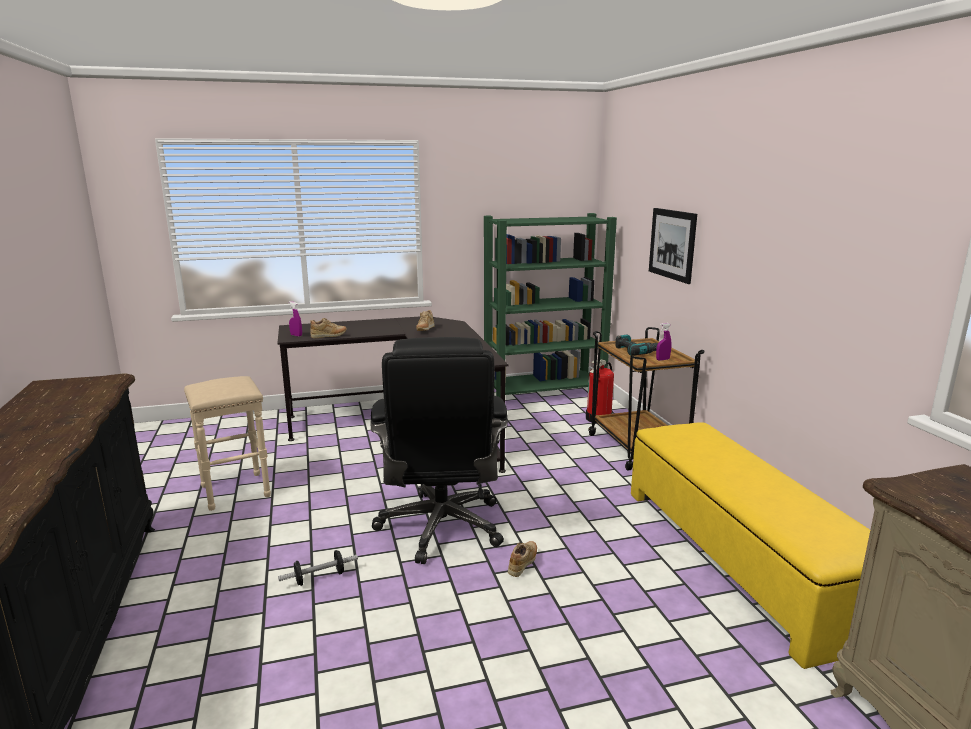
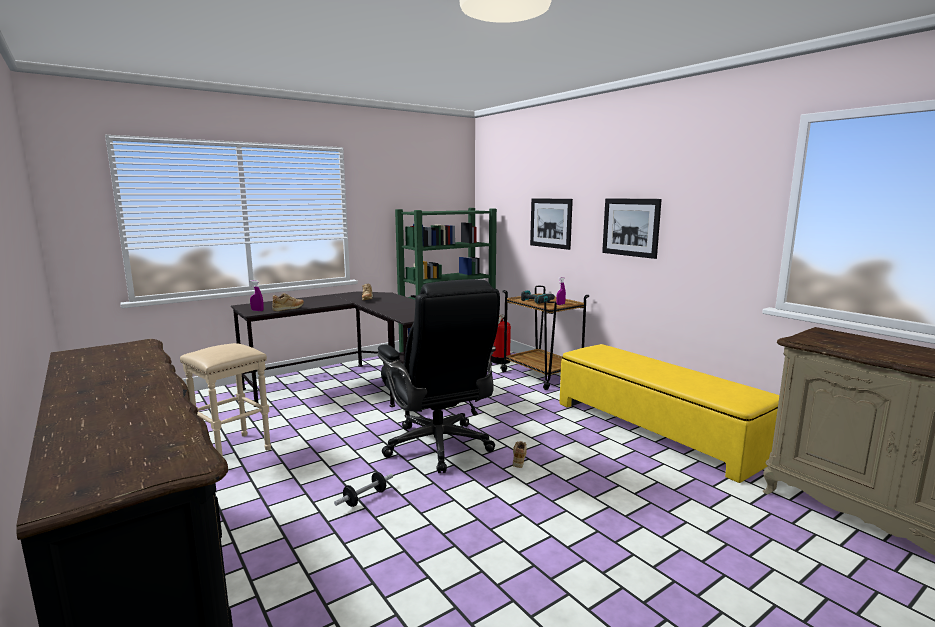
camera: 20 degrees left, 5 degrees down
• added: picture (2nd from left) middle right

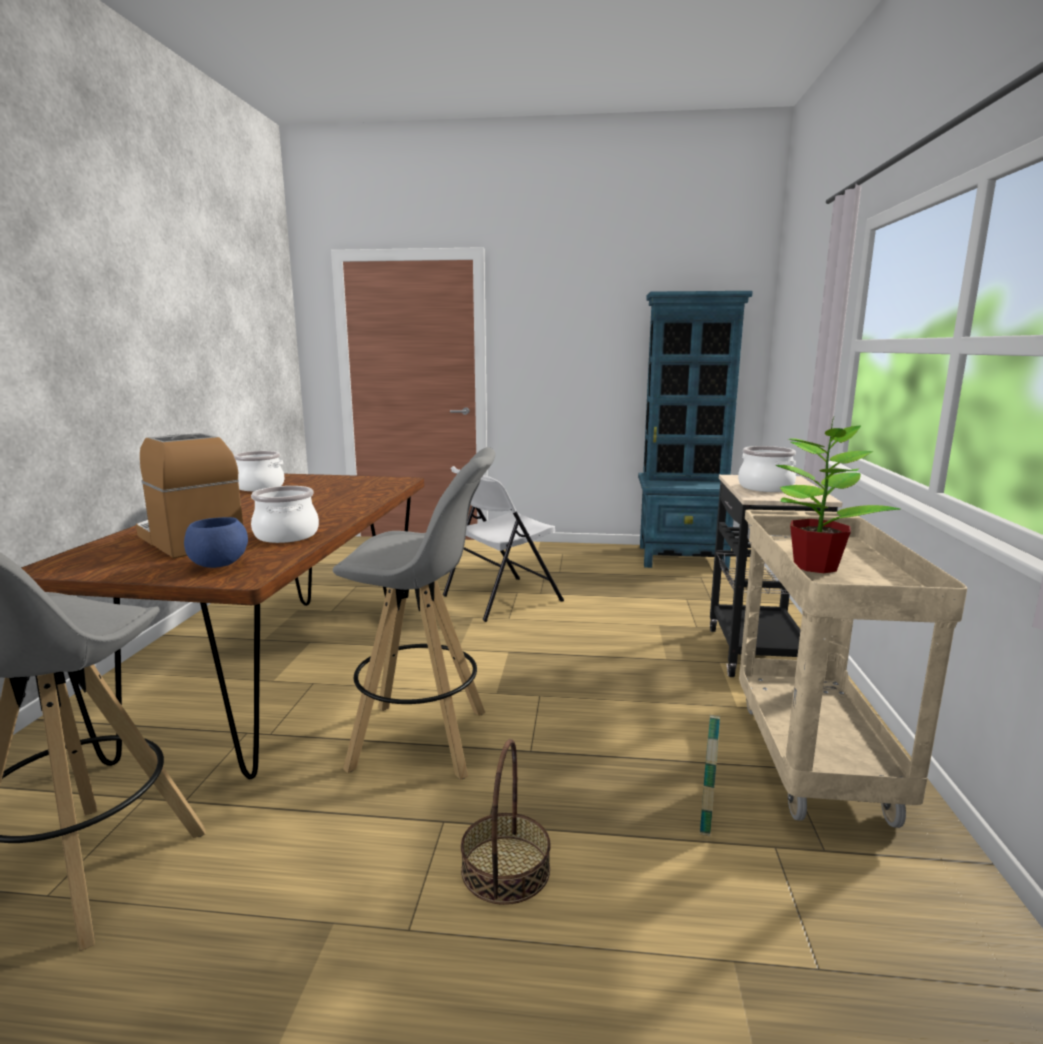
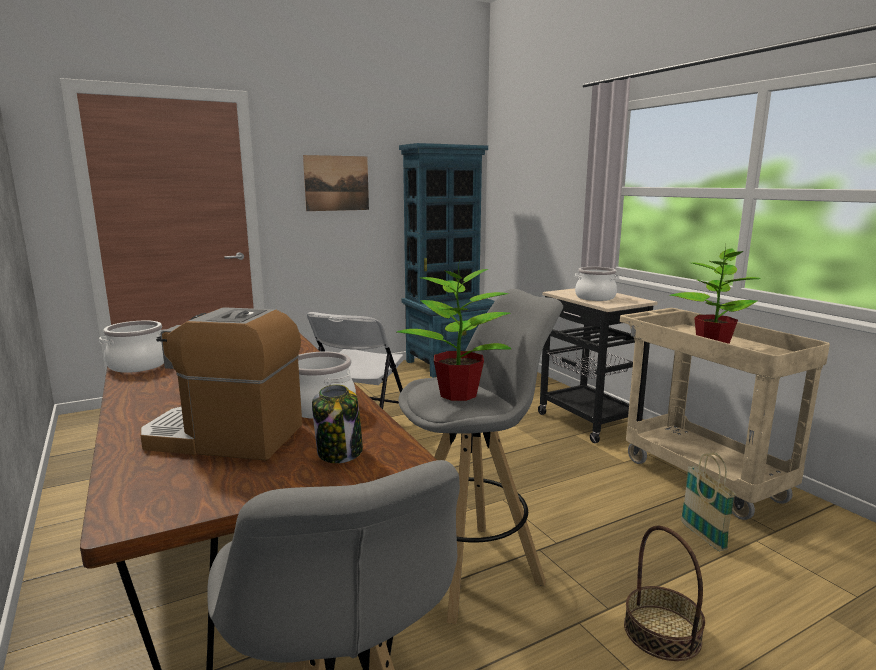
camera: 35 degrees left, 0 degrees up
• replaced: blue bowl middle left to jar centre
• added: picture top centre
• added: potted plant (1st from left) centre

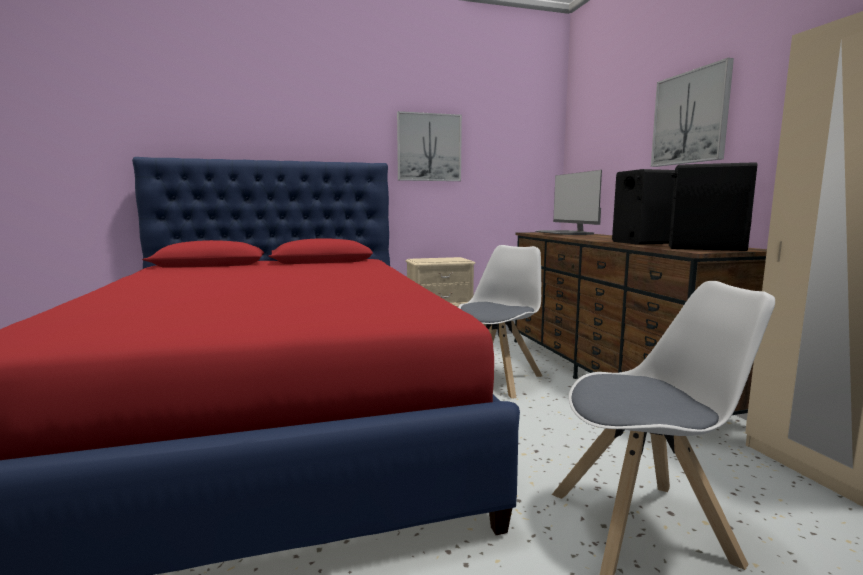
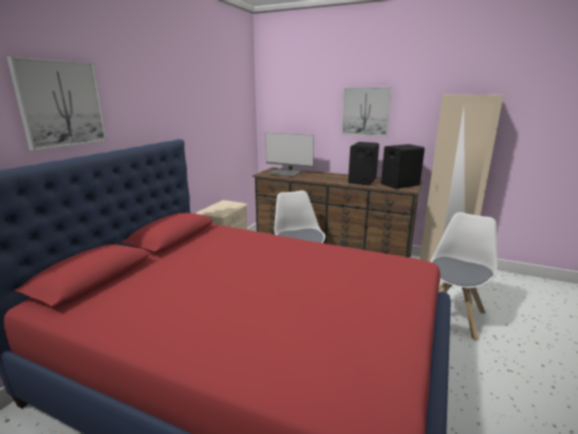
camera: 50 degrees left, 10 degrees up
• moved: picture (1st from left) top centre to top left

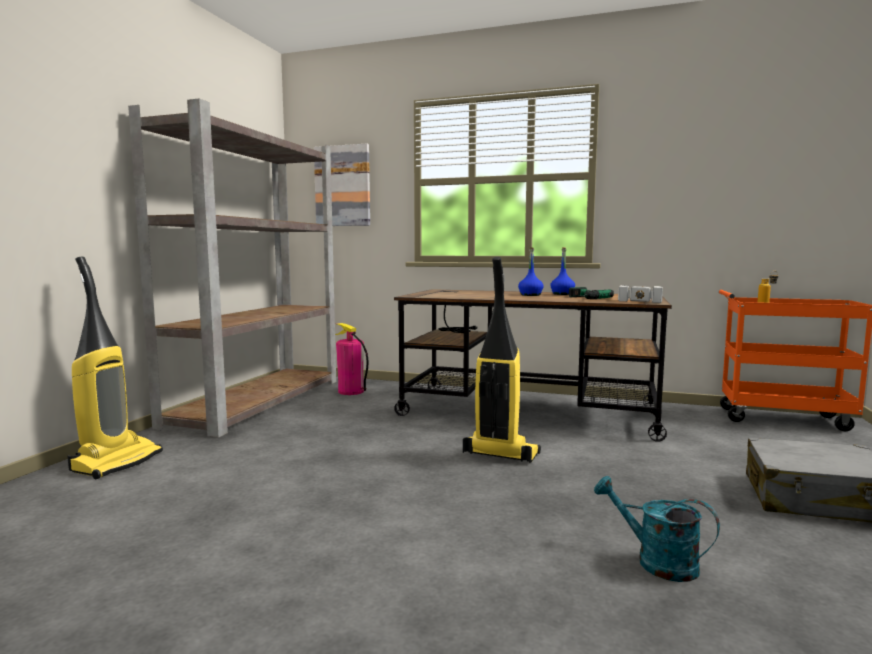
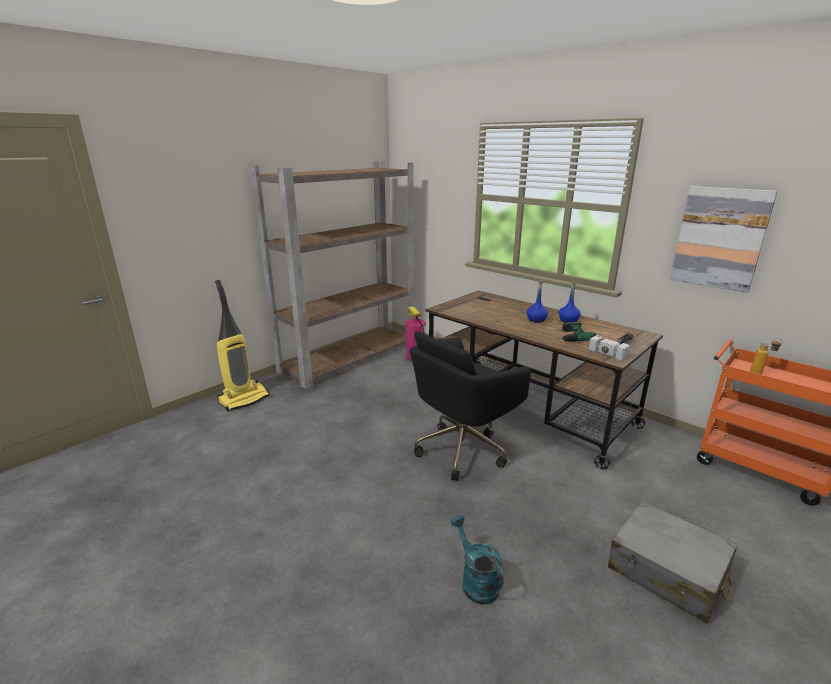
camera: 25 degrees right, 15 degrees up
• moved: picture top centre to middle right
• replaced: vacuum cleaner (2nd from left) centre to black office chair centre

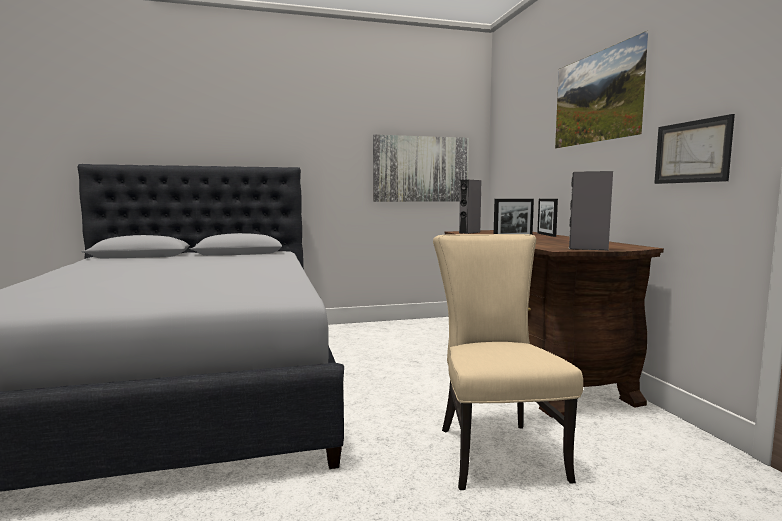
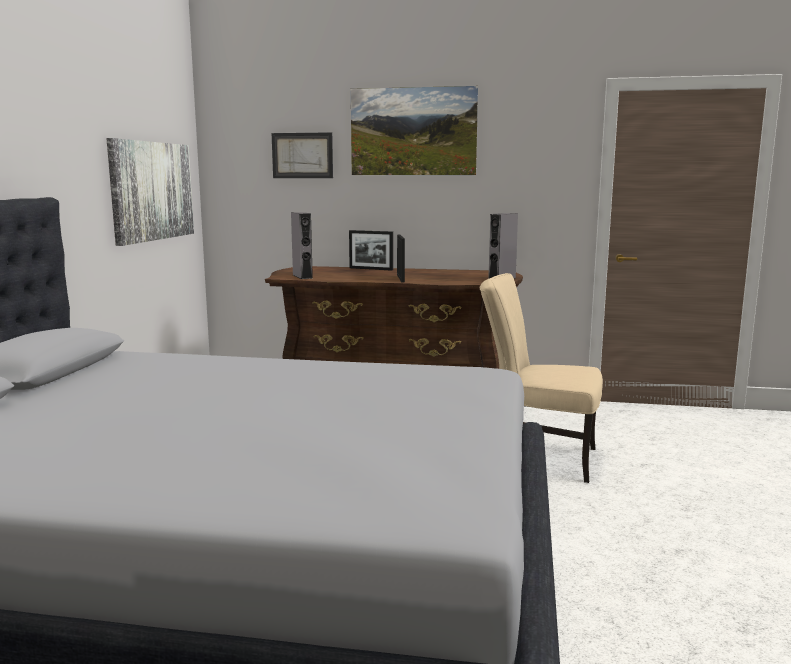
camera: 65 degrees left, 5 degrees up
• moved: picture (3rd from left in the first image) top right to picture (2nd from left) top centre

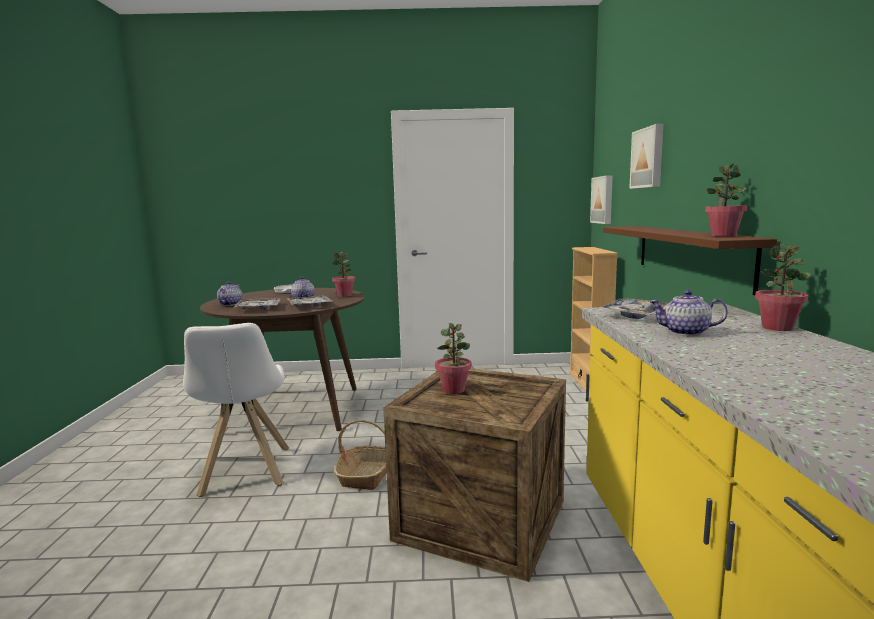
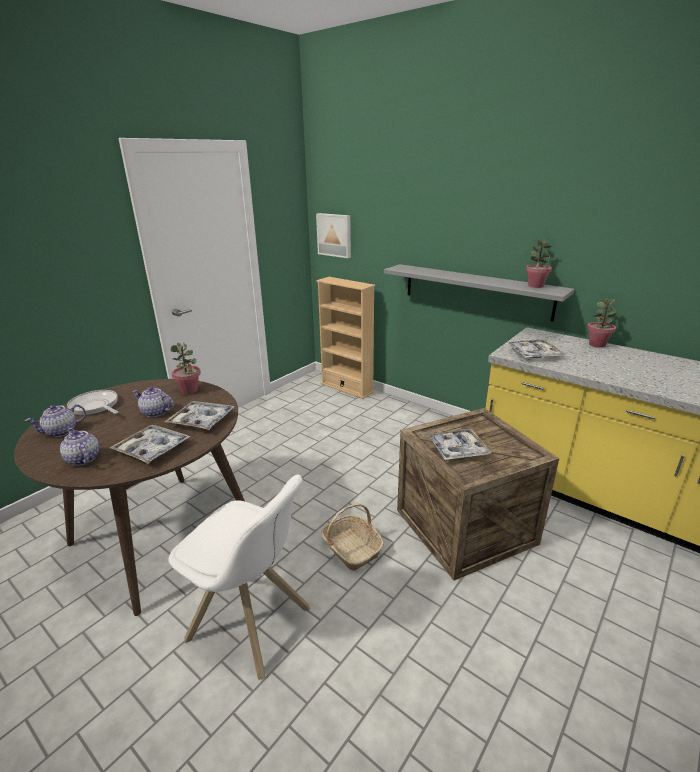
camera: 50 degrees left, 15 degrees up
• replaced: potted plant (2nd from left) centre to tray (3rd from left) centre
• recoloured: brown shelf middle right to grey shelf middle right
• removed: picture (2nd from left) top right
• moved: teapot (3rd from left in the first image) middle right to teapot (1st from left) middle left

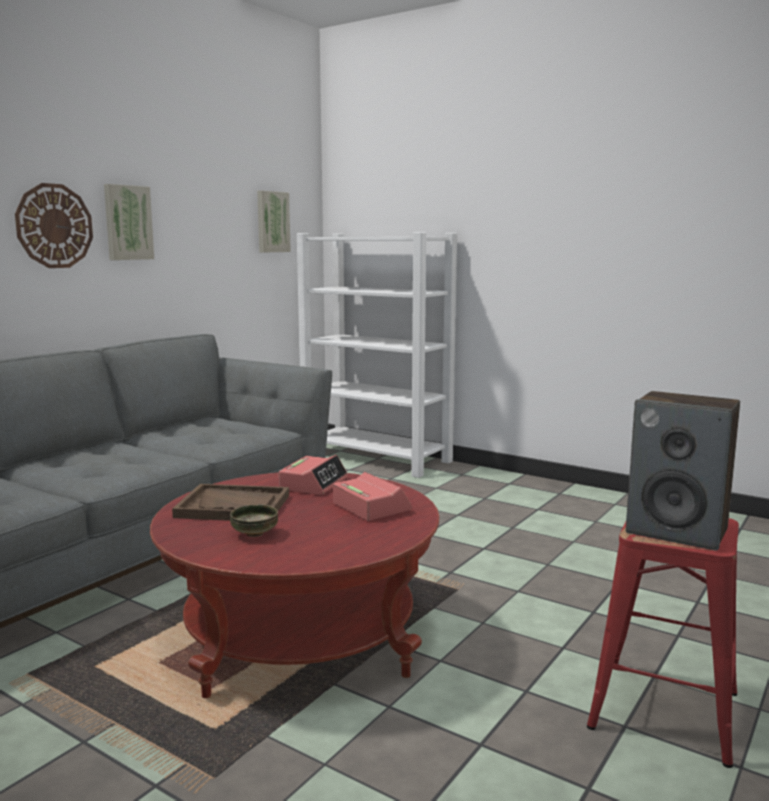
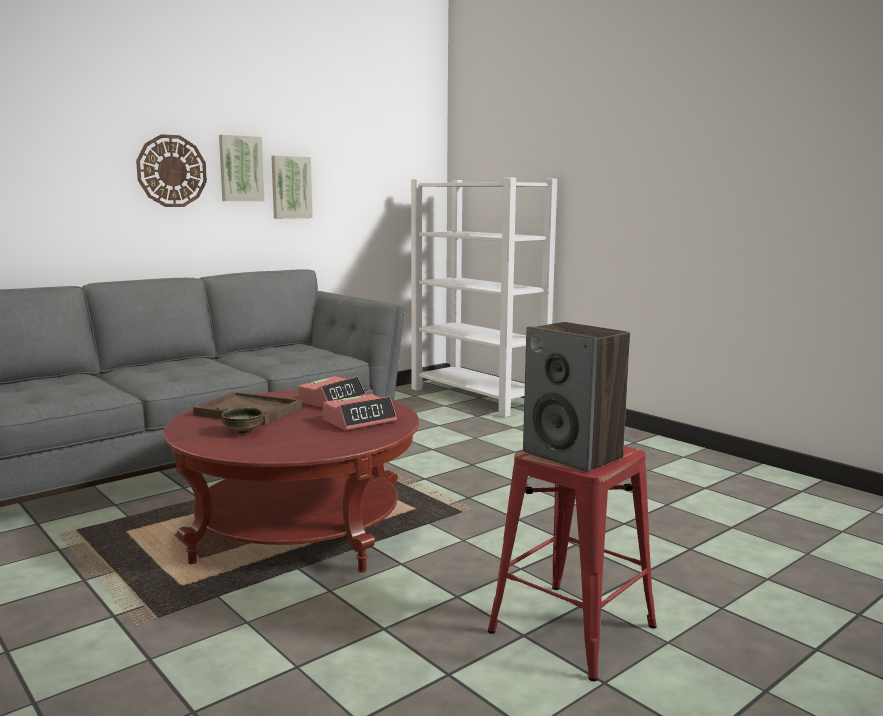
camera: 15 degrees right, 0 degrees up
• moved: picture (2nd from left) top centre to top left
• turned: alarm clock (2nd from left) centre = centre 75 degrees clockwise

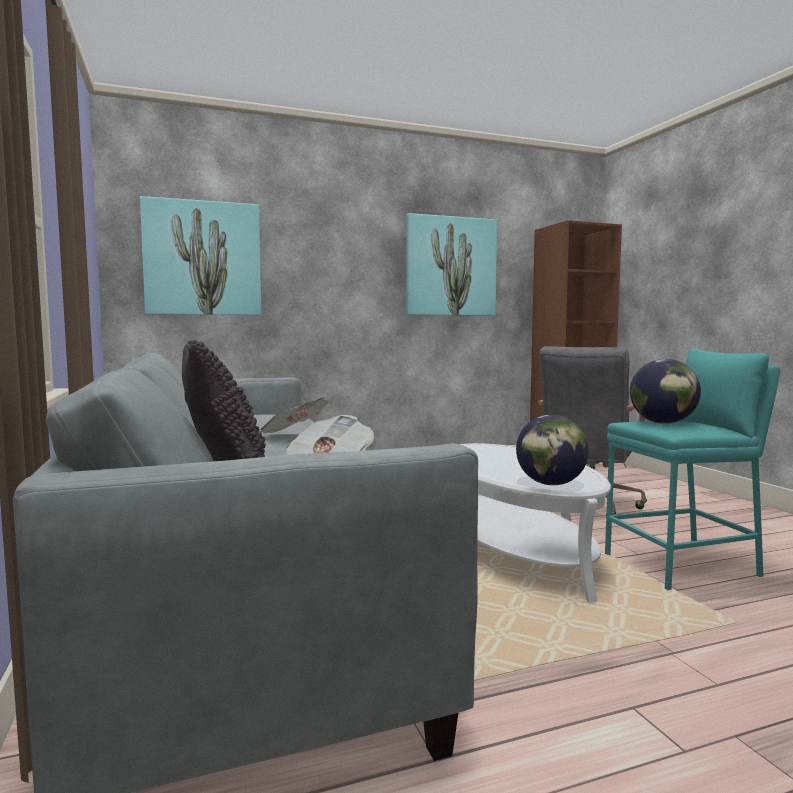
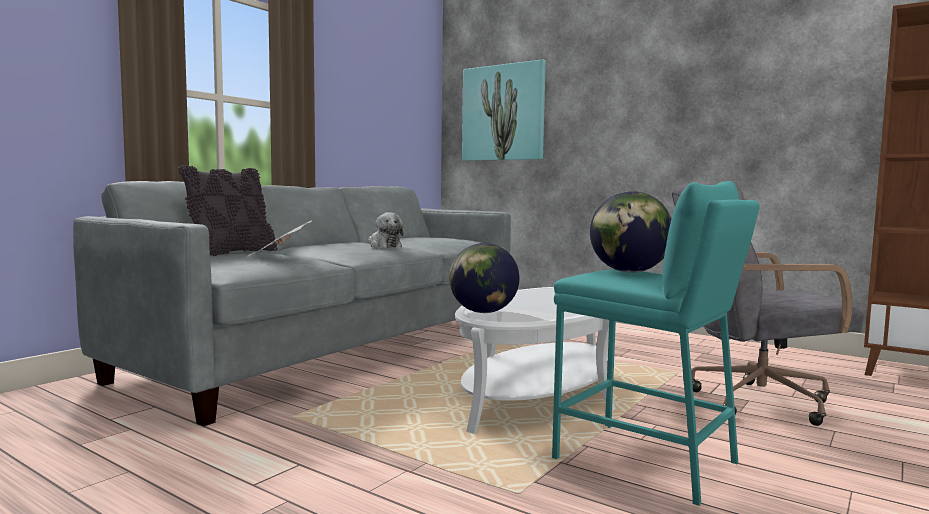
camera: 55 degrees right, 0 degrees up
• replaced: newspaper (1st from left) centre to plush toy centre
• removed: picture (2nd from left) top centre

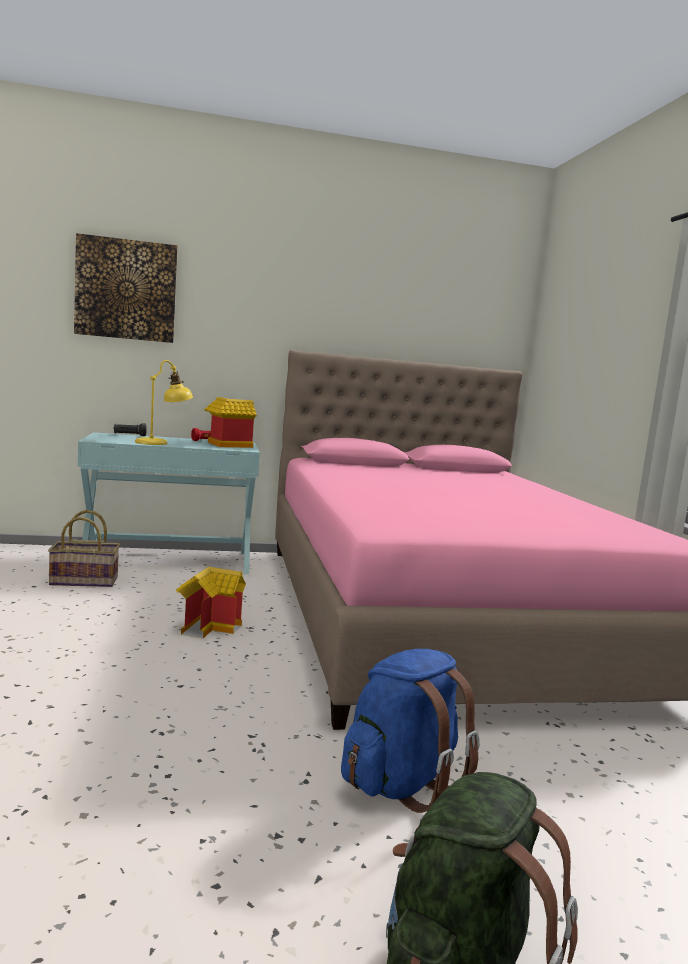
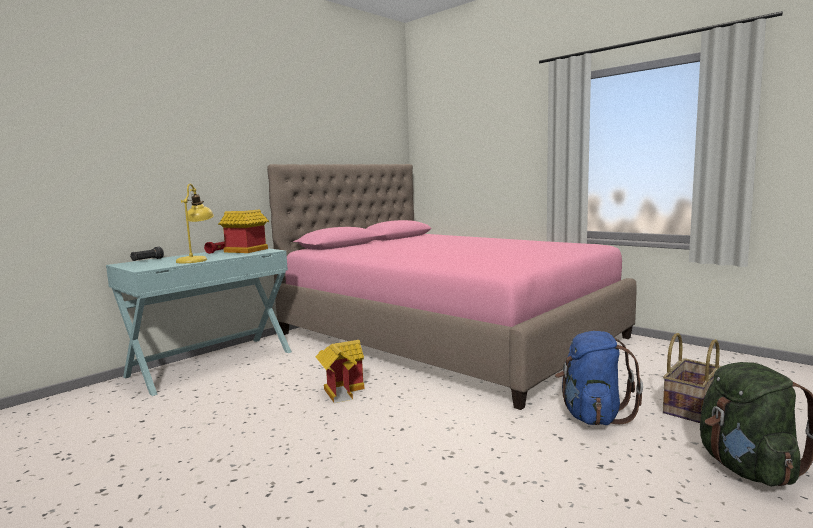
camera: 35 degrees left, 0 degrees up
• moved: basket middle left to bottom right
• removed: picture top left

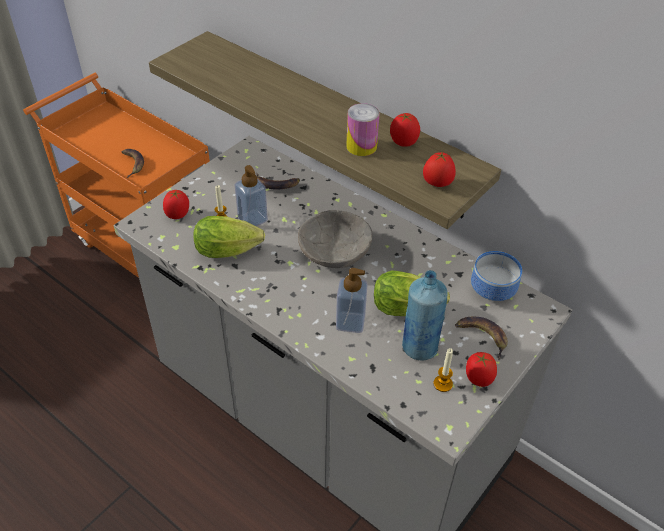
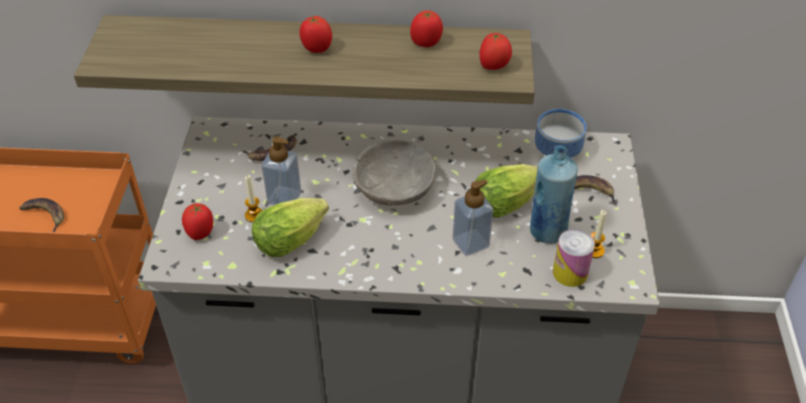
camera: 35 degrees left, 0 degrees up
• moved: can top centre to middle right
• moved: tomato (4th from left in the first image) bottom right to tomato (2nd from left) top centre

